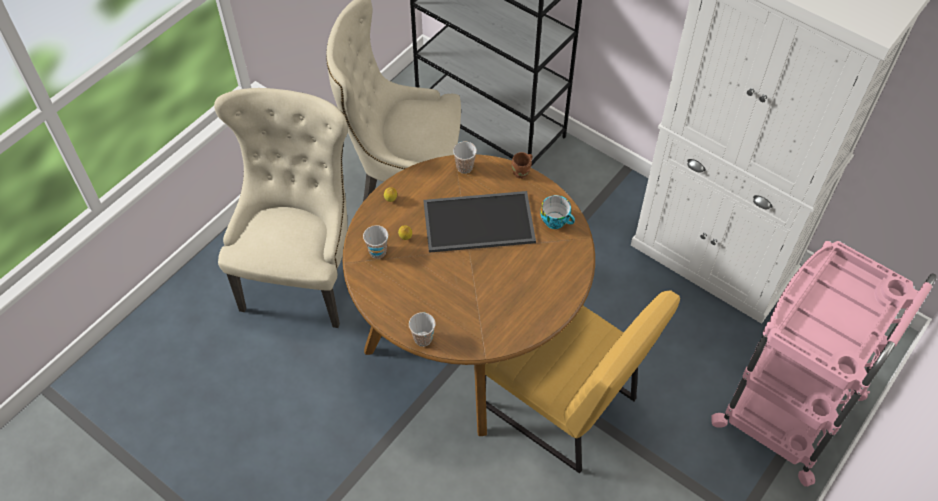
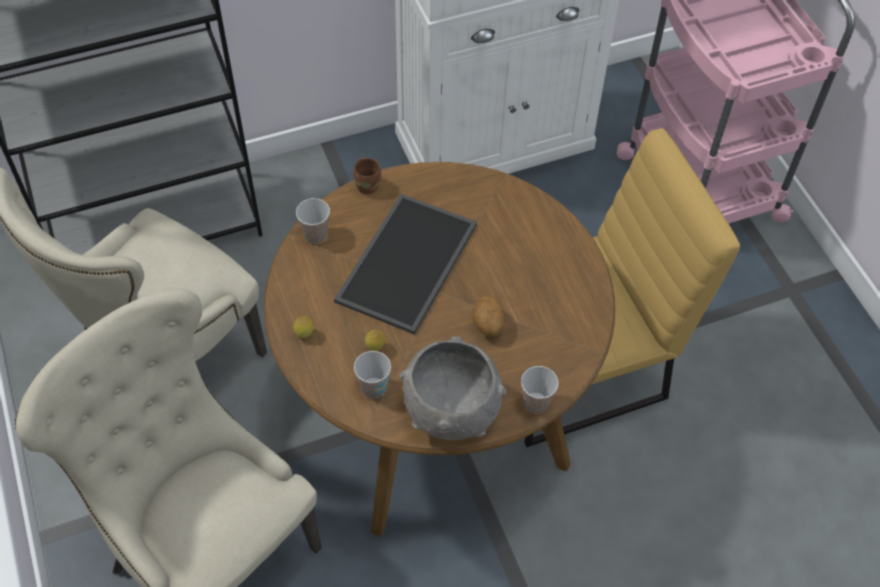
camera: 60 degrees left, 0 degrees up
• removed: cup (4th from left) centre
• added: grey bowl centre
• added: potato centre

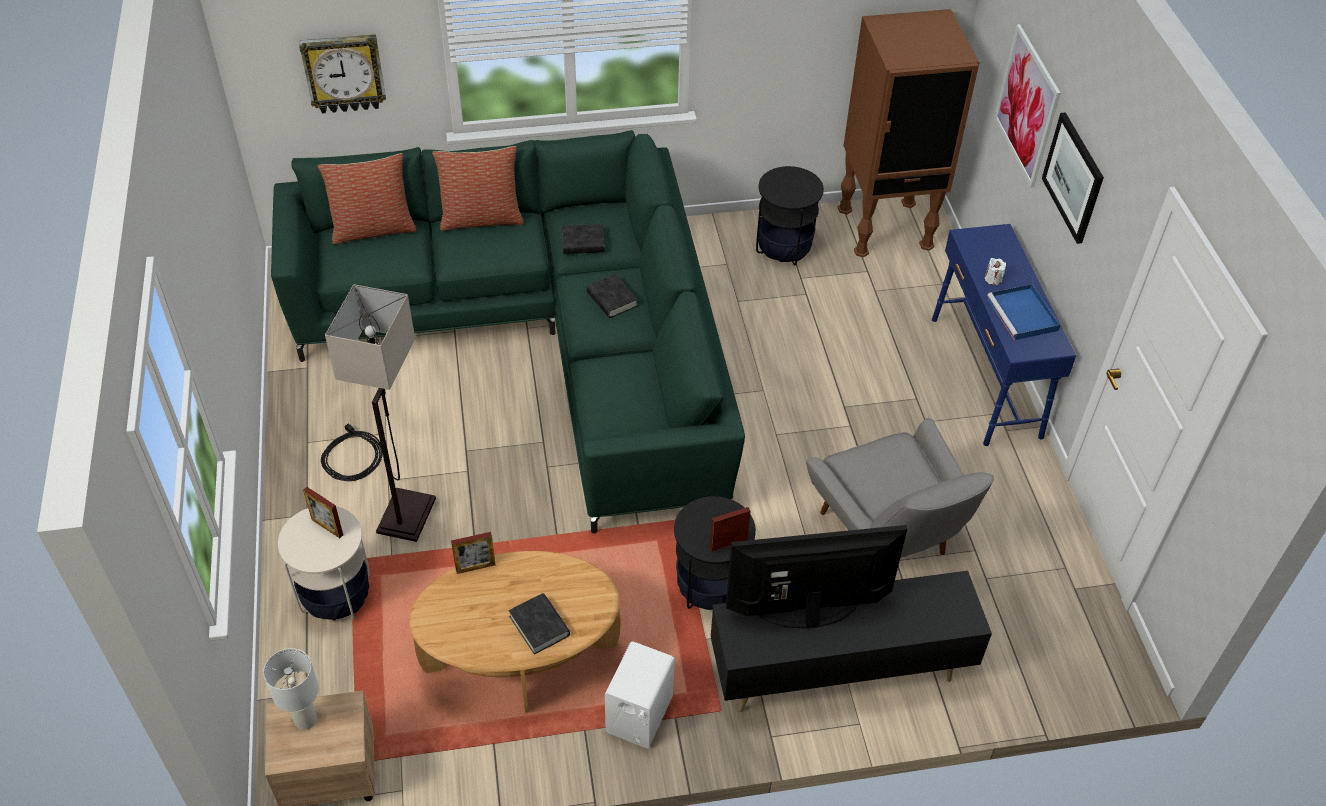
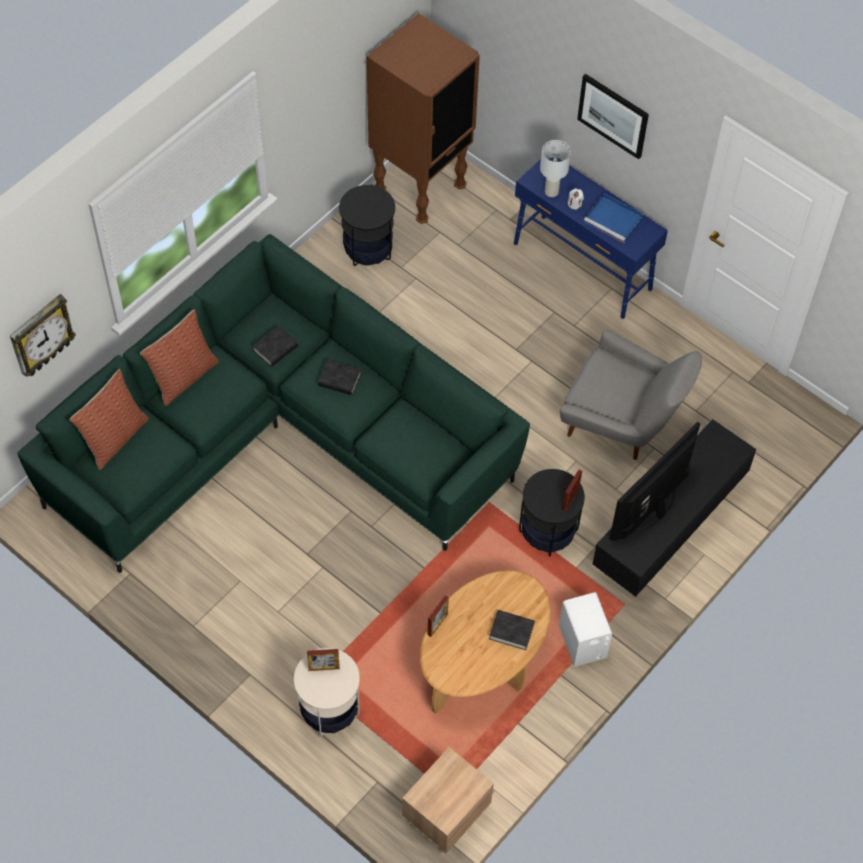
camera: 40 degrees left, 10 degrees up
• moved: white table lamp bottom left to top centre
• removed: floor lamp middle left
• removed: picture (1st from left) top right

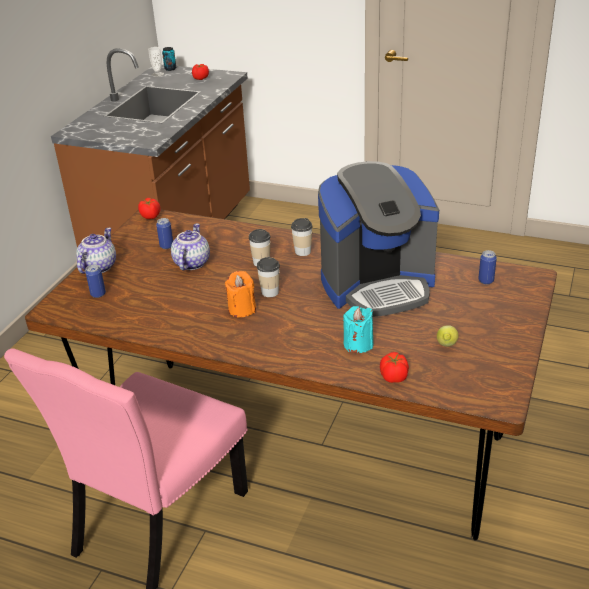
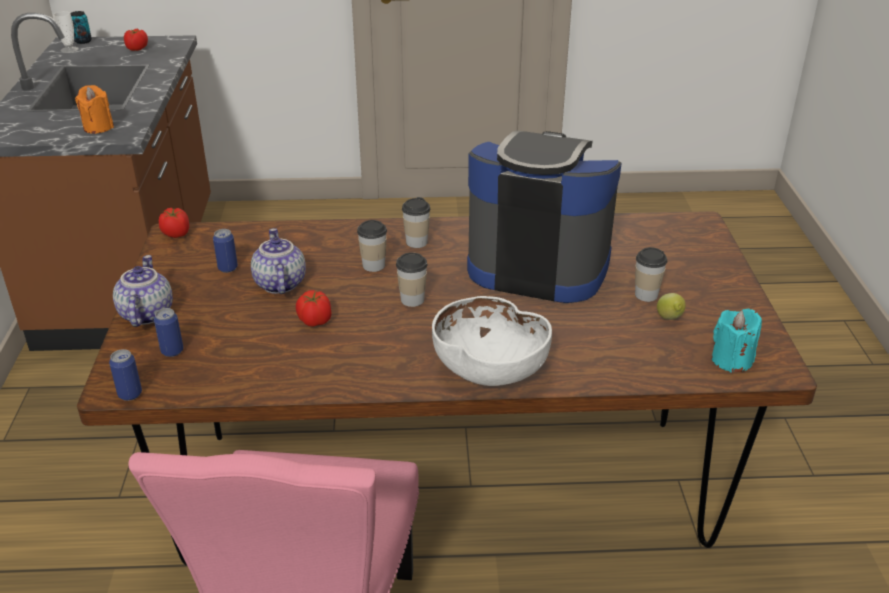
camera: 25 degrees left, 0 degrees up
• moved: orange candle centre to top left
• turned: coffee machine centre = centre 120 degrees counterclockwise
• moved: turquoise candle centre to middle right
• moved: tomato (3rd from left) middle right to centre
• moved: can (4th from left in the first image) middle right to can (2nd from left) middle left
• added: white bowl centre
• added: cup (5th from left) middle right

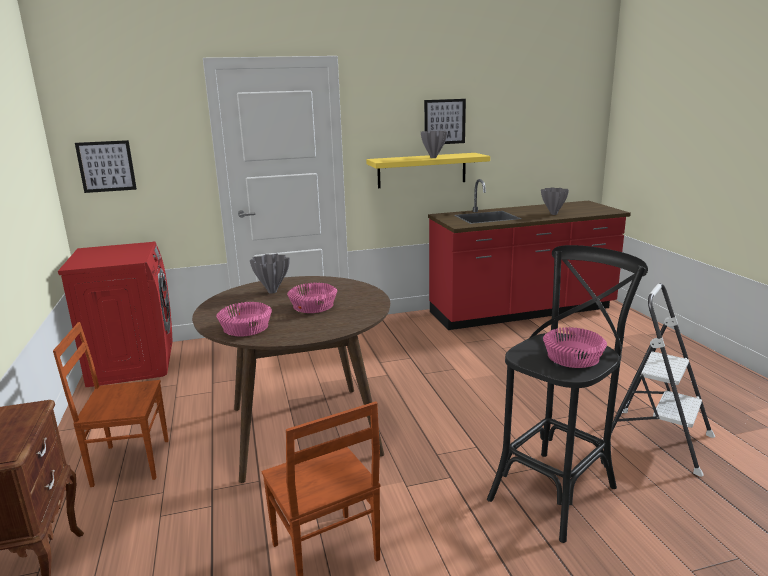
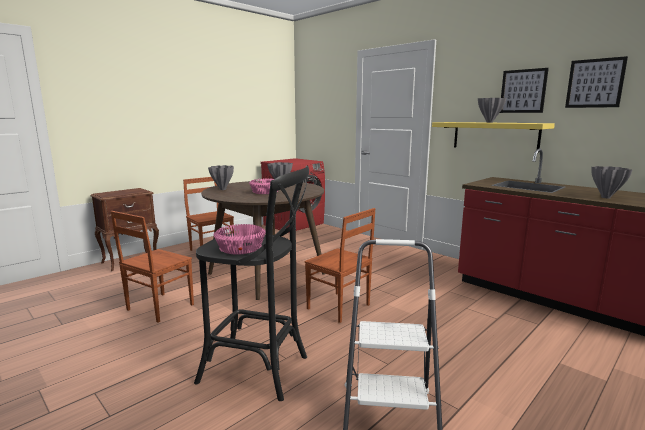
camera: 60 degrees right, 5 degrees down
• moved: picture (1st from left in the first image) top left to picture (2nd from left) top right
• replaced: pink bowl (1st from left) middle left to grey vase (1st from left) centre
• added: brown chair (3rd from left) centre

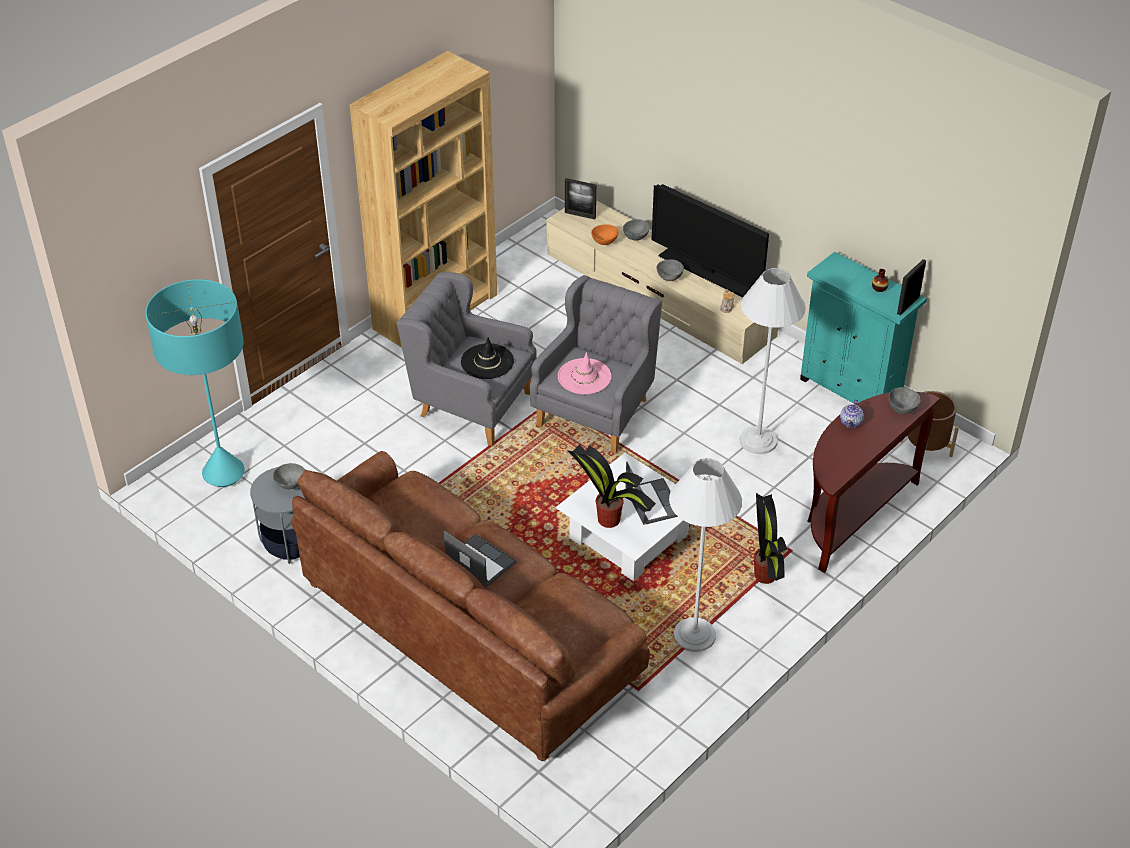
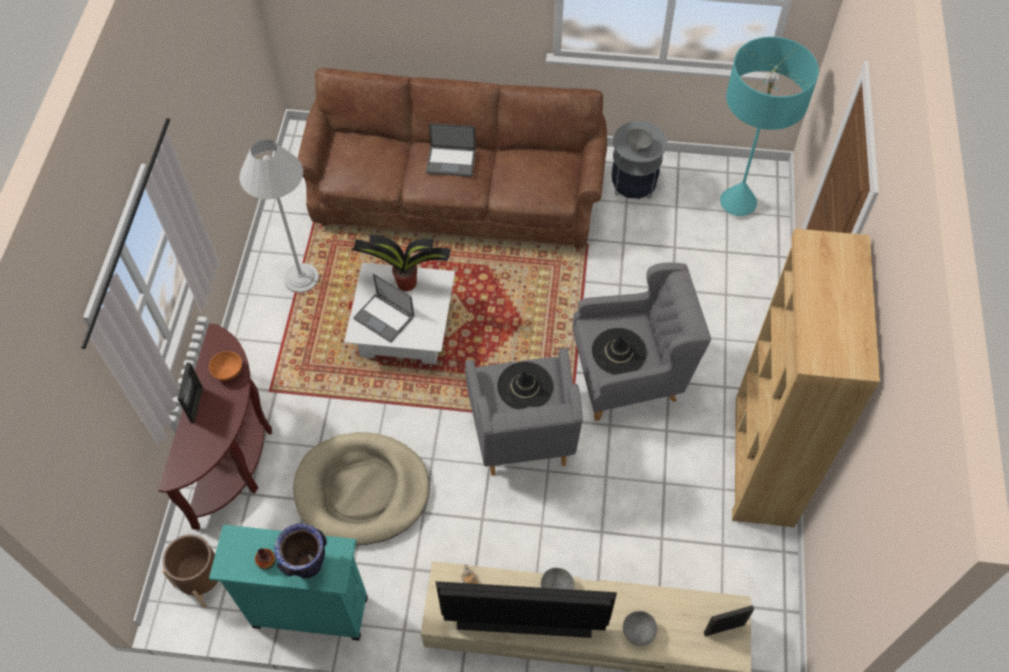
camera: 145 degrees right, 15 degrees up
• recoloured: pink hat centre to black hat (1st from left) centre
• moved: orange bowl top centre to middle left
• replaced: white floor lamp (2nd from left) middle right to beige dog bed bottom centre
• removed: potted plant (2nd from left) middle right
• removed: teapot (2nd from left) middle right
• removed: grey bowl (4th from left) middle right
• moved: picture frame (2nd from left in the first image) middle right to picture frame (1st from left) middle left
• added: vase (2nd from left) bottom left

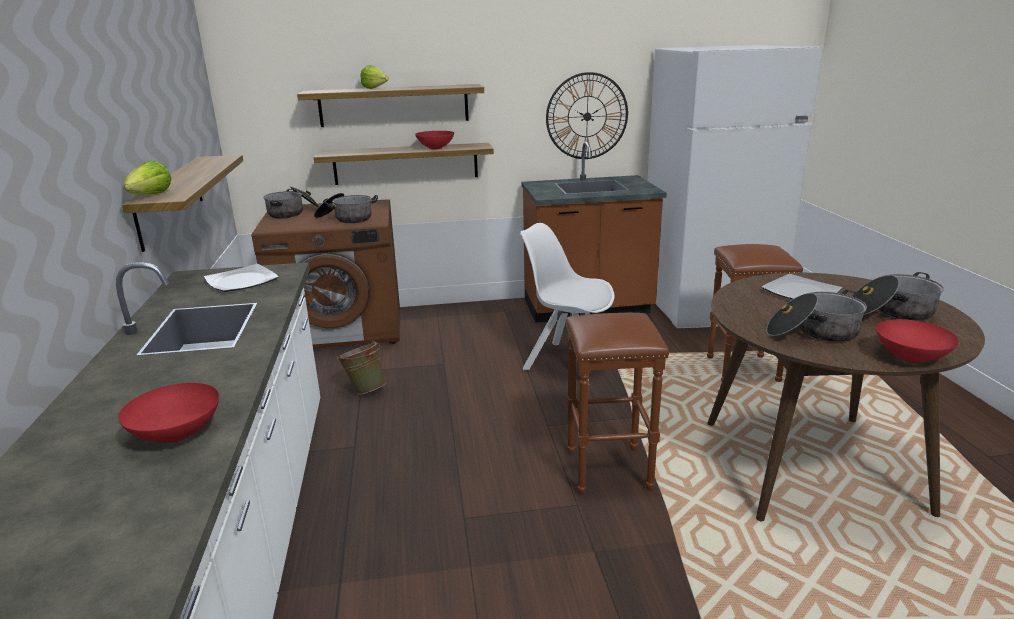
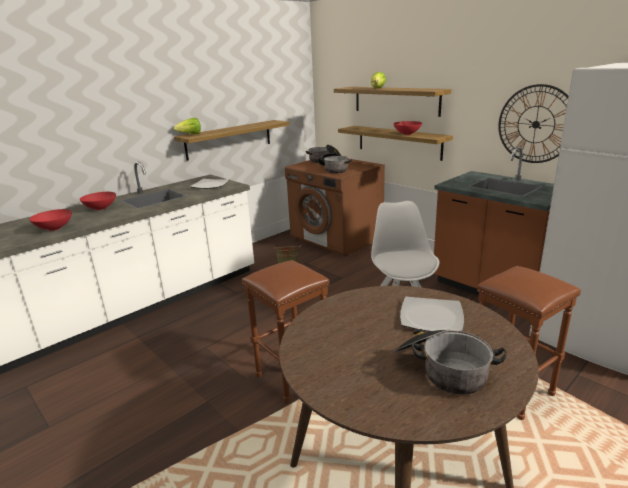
camera: 55 degrees right, 0 degrees up
• removed: cooking pot (3rd from left) middle right
• moved: red bowl (3rd from left in the first image) middle right to red bowl (2nd from left) middle left

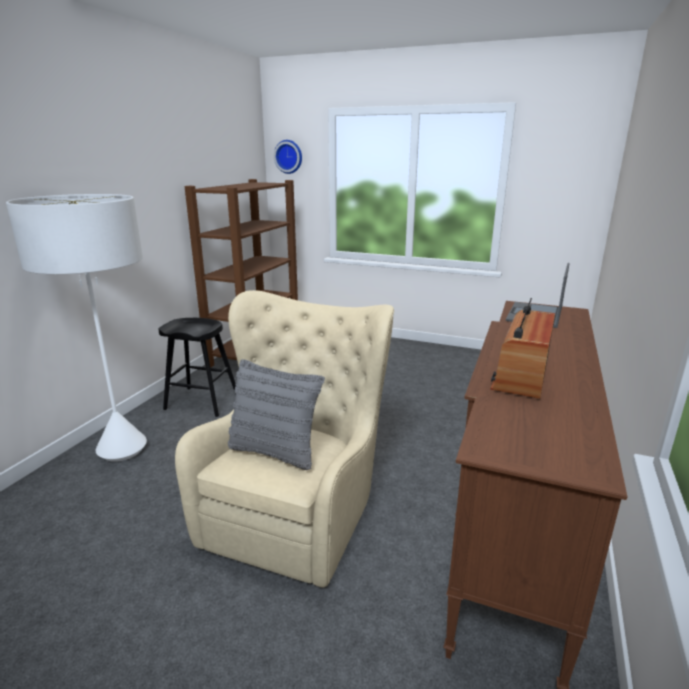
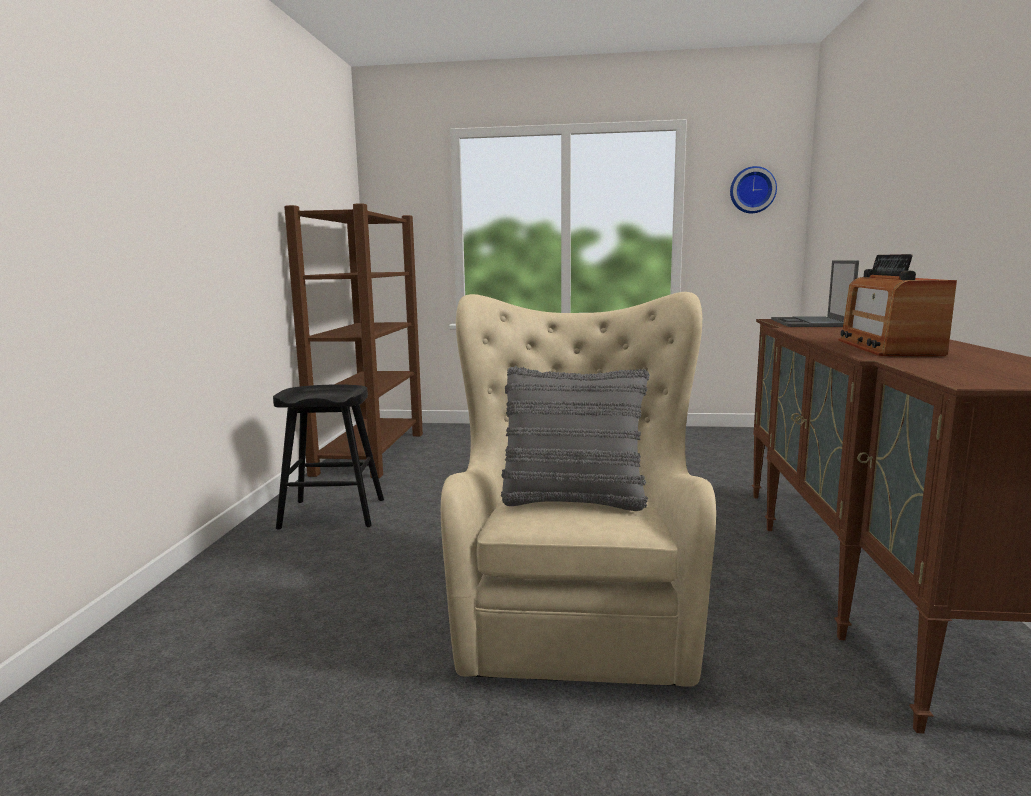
camera: 15 degrees left, 10 degrees down
• removed: white floor lamp middle left
• moved: wall clock top centre to top right

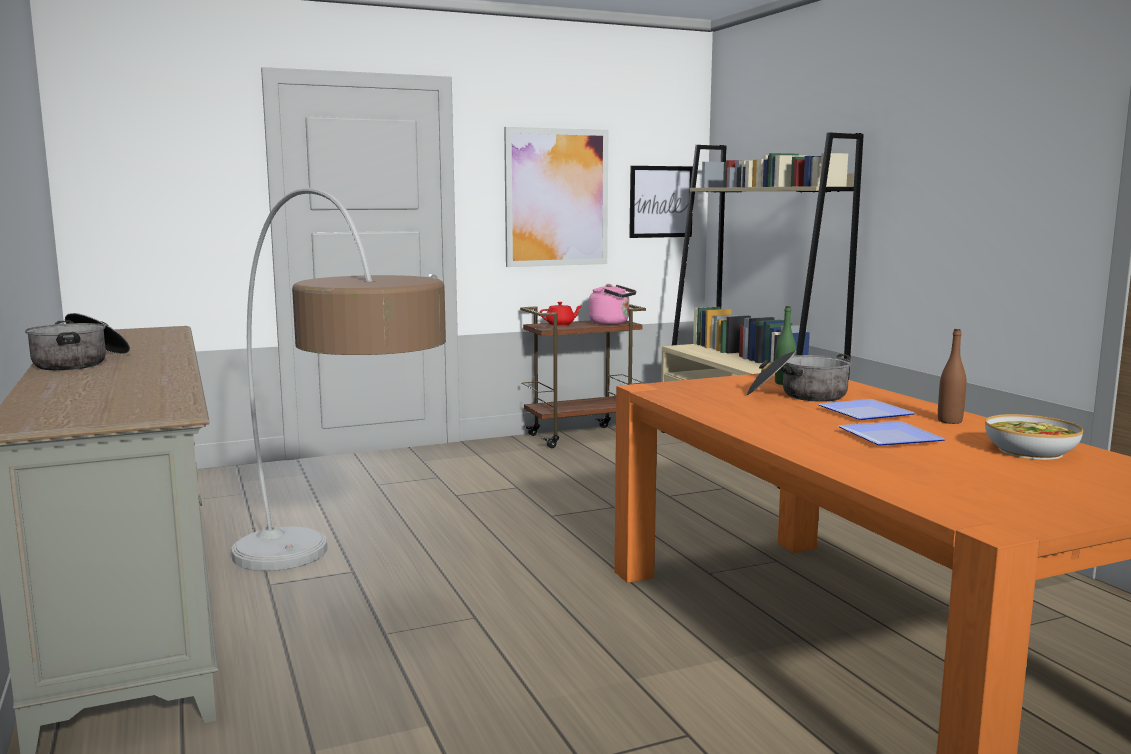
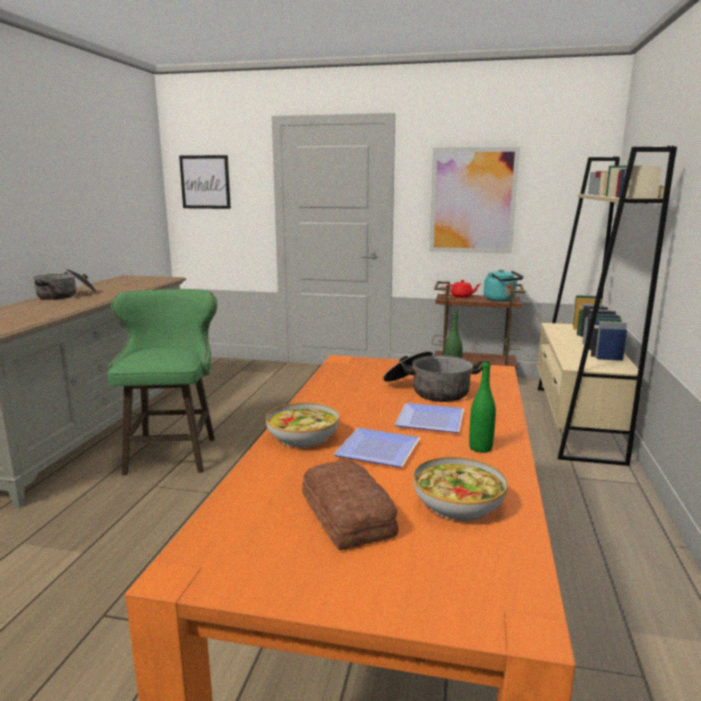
camera: 35 degrees right, 5 degrees up
• replaced: floor lamp middle left to green stool middle left
• recoloured: pink kettle centre to turquoise kettle middle right
• moved: picture (2nd from left in the first image) top centre to picture (1st from left) top left
• recoloured: brown bottle middle right to green bottle (2nd from left) middle right
• added: bowl (1st from left) centre
• added: bread bottom centre

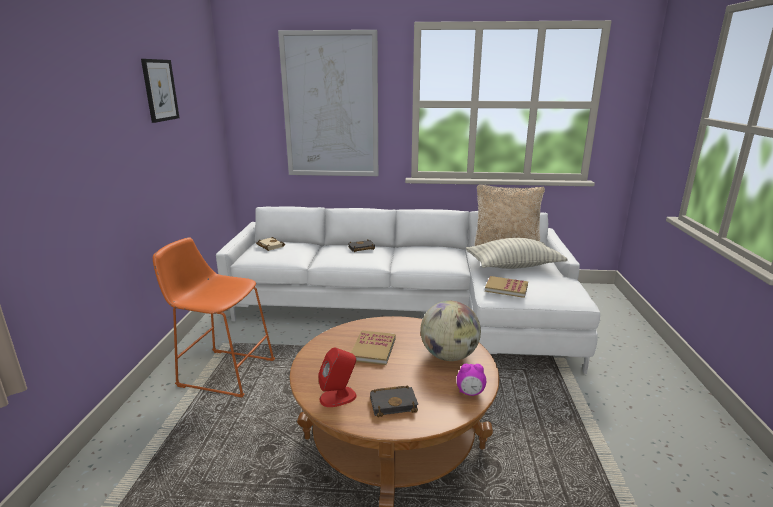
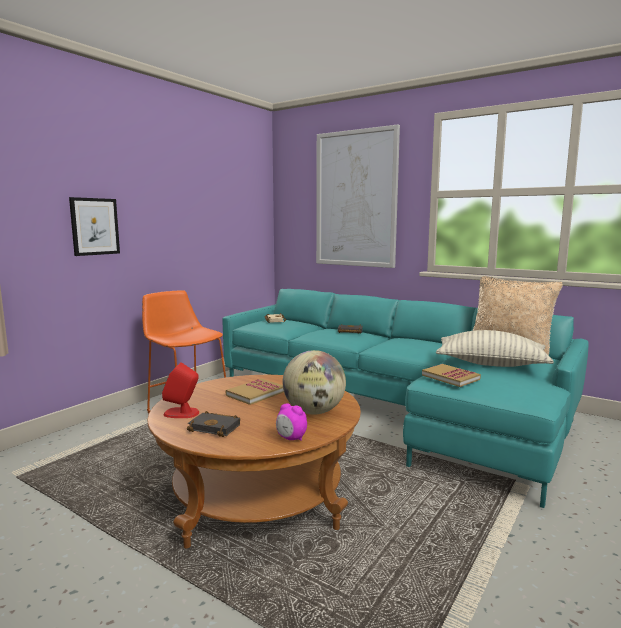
camera: 30 degrees right, 10 degrees down
• moved: picture (1st from left) top left to middle left
• recoloured: white sofa centre to turquoise sofa centre

